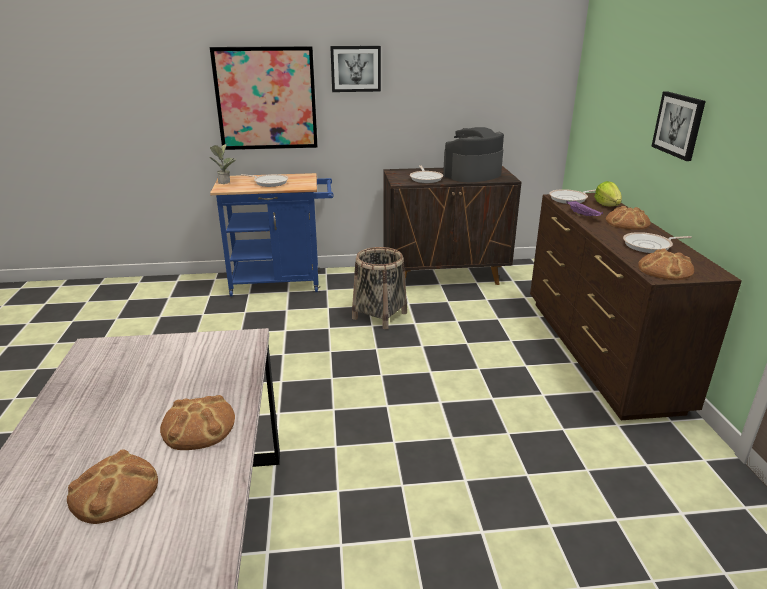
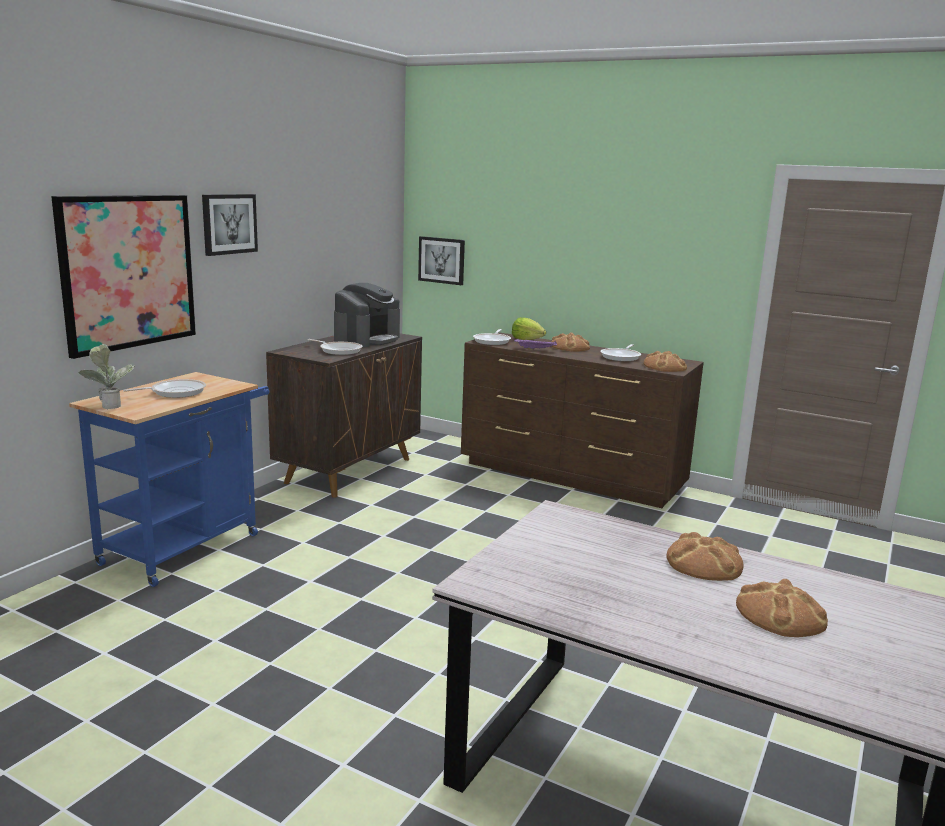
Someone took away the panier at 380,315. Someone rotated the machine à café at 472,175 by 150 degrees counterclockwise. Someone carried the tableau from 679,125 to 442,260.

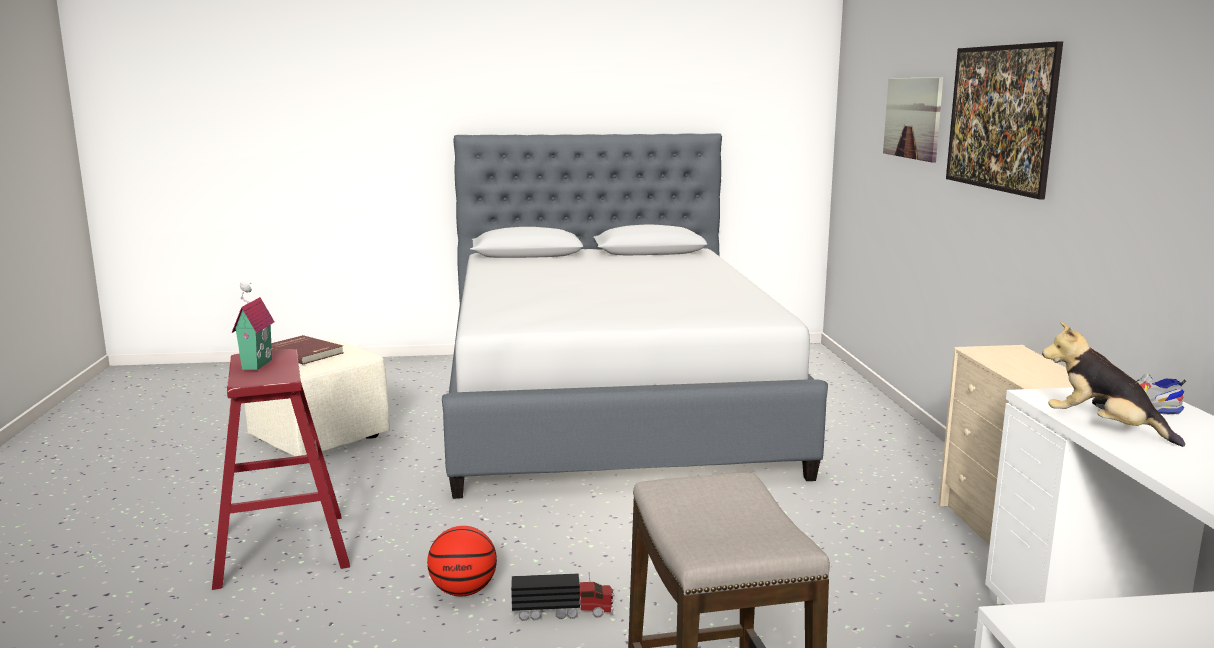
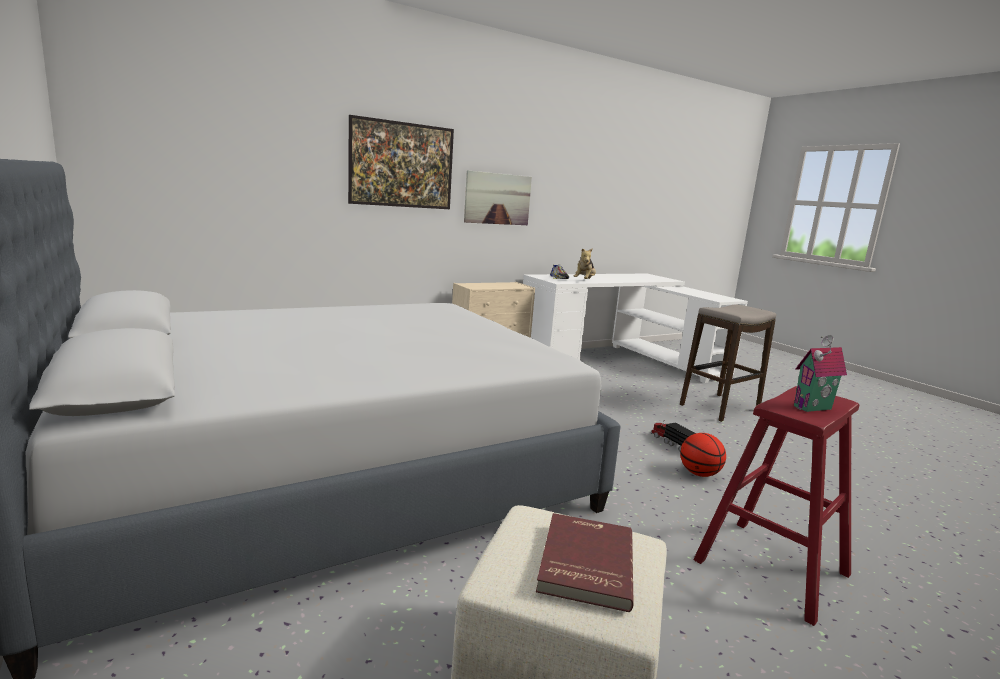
Someone carried the tableau from 912,118 to 497,199.

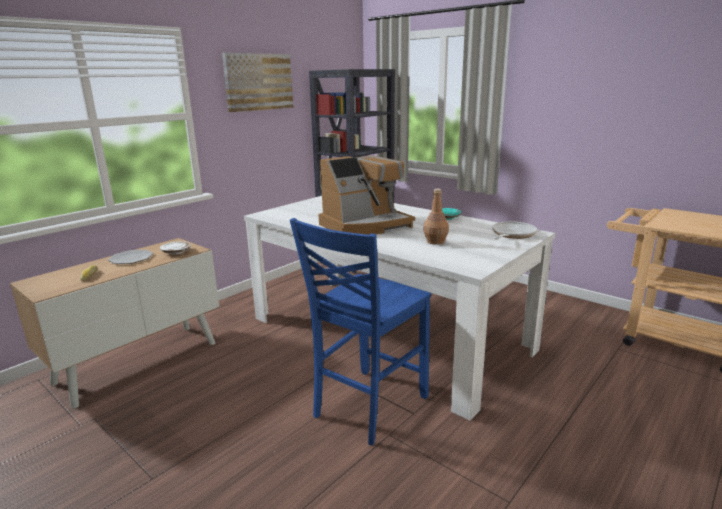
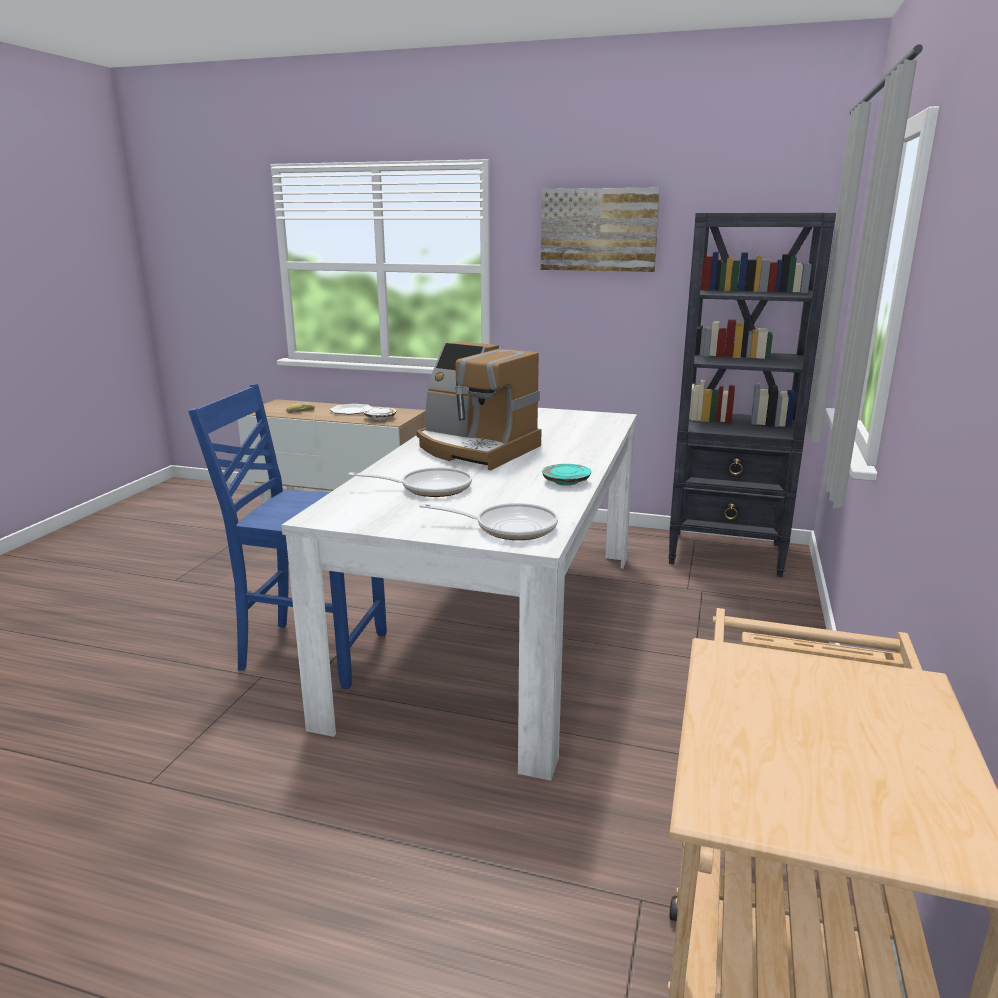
Someone swapped the bouteille (marron) at 435,241 for the poêle at 429,488.

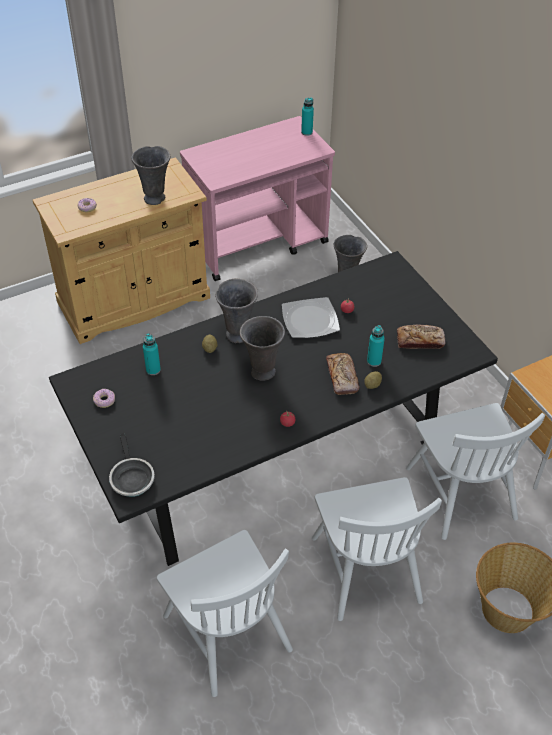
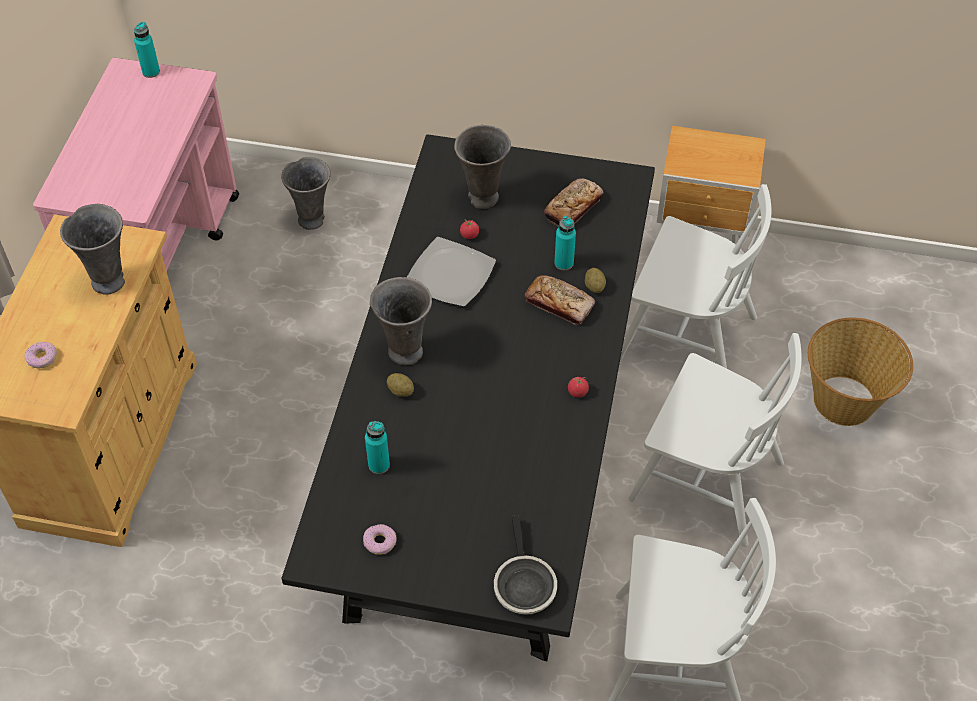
Someone rotated the poêle at 131,478 by 60 degrees clockwise. Someone carried the vase (gris) from 262,372 to 482,198.

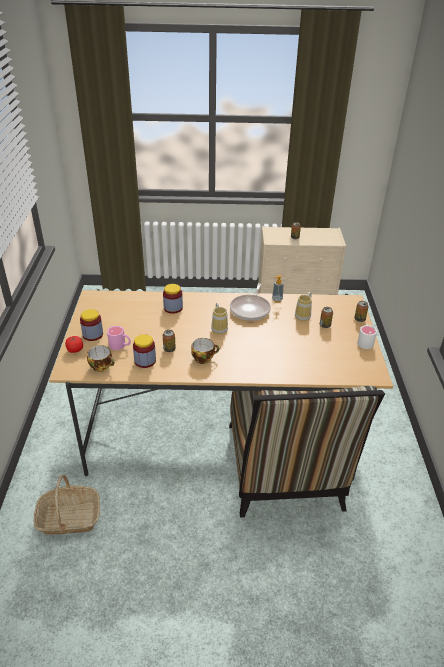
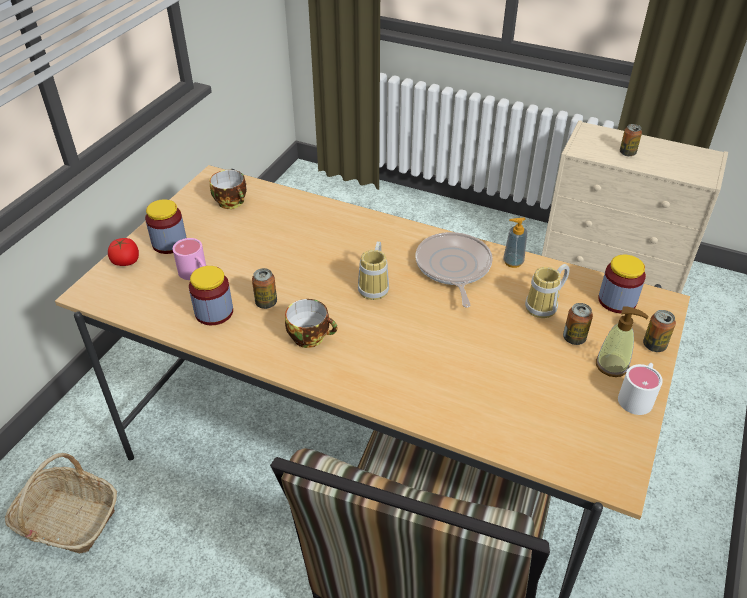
Someone carried the tasse from 102,366 to 232,202. Someone carried the bocal from 173,308 to 617,301. Someone rotated the poêle at 251,309 by 135 degrees clockwise. Someone put down the distributeur de savon at 612,365.

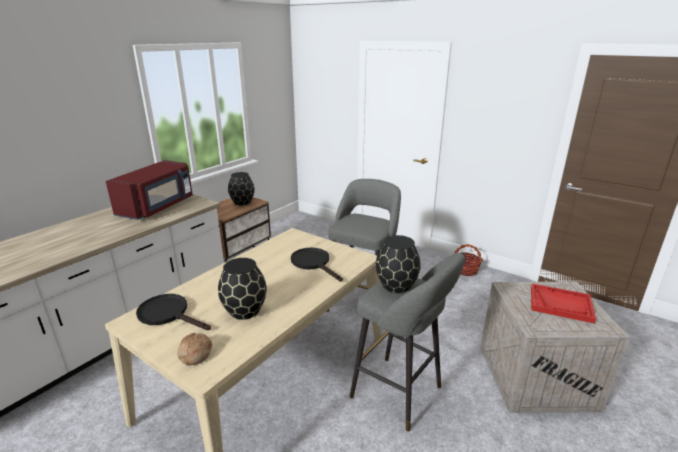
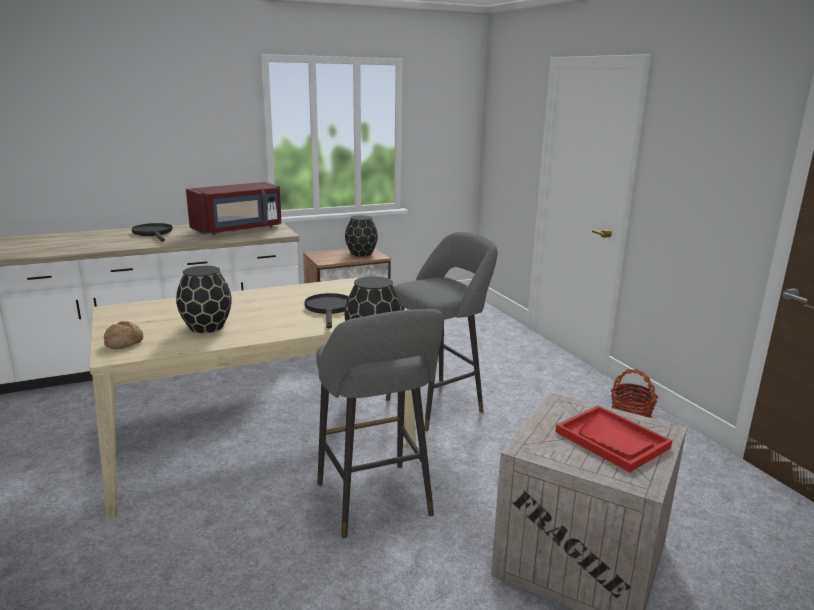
Someone carried the poêle (noir) from 168,314 to 154,233.

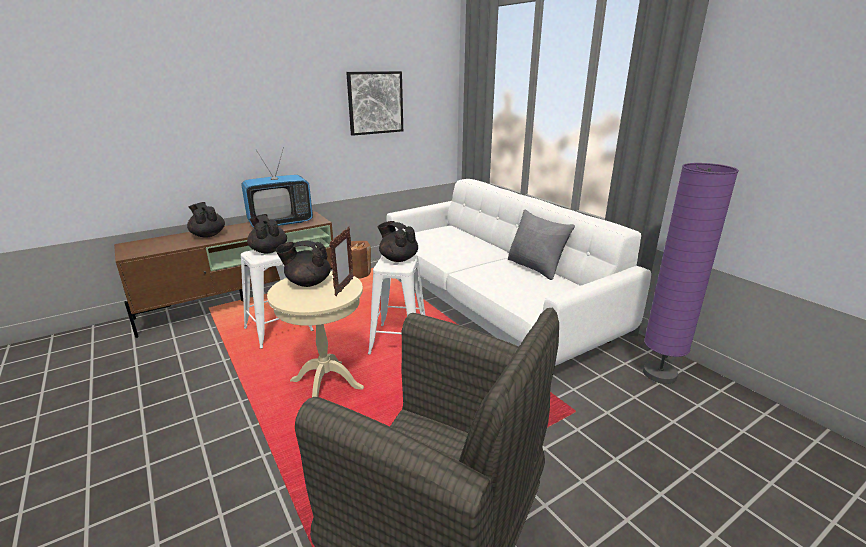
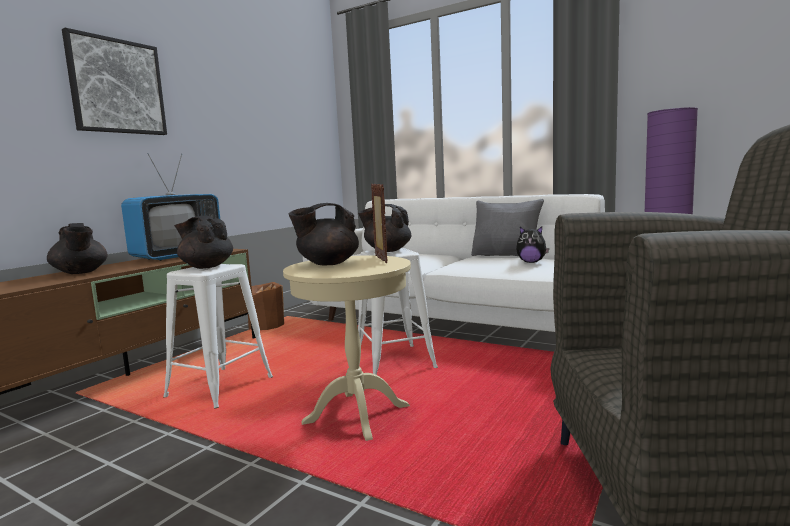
Someone rotated the théière (noir) at 208,235 by 150 degrees counterclockwise. Someone carried the tableau from 375,103 to 117,86. Someone put down the peluche at 531,262.

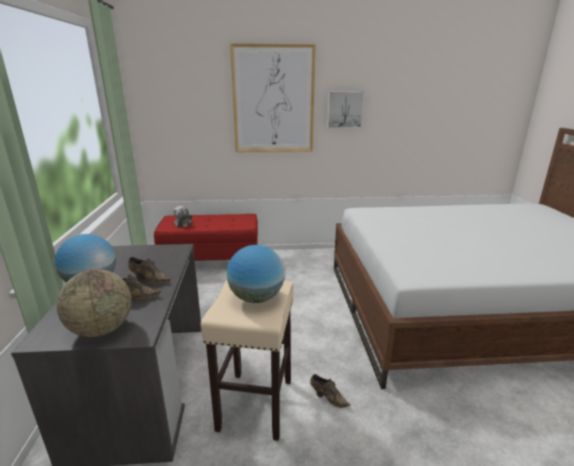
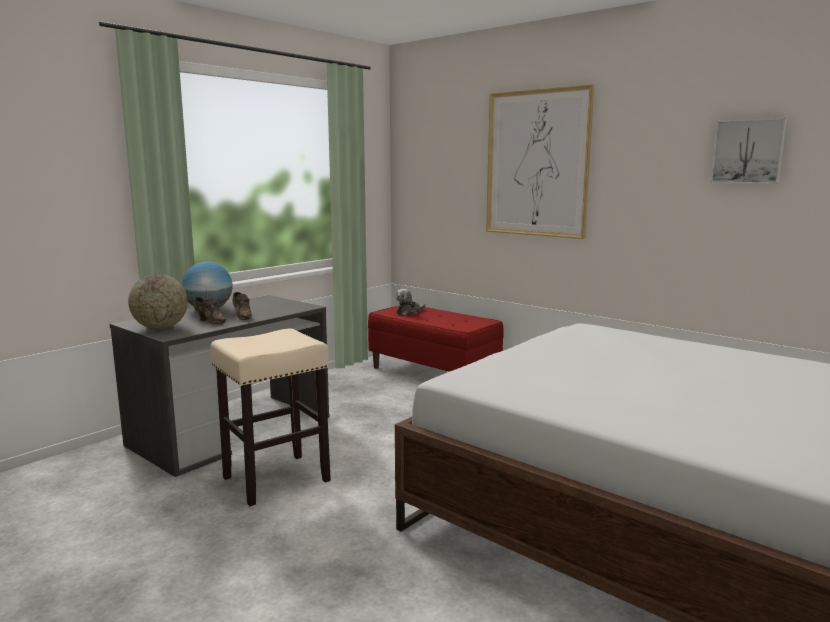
Someone took away the globe at 256,298. Someone took away the chaussure (marron) at 328,397. Someone carried the tableau from 344,110 to 748,151.

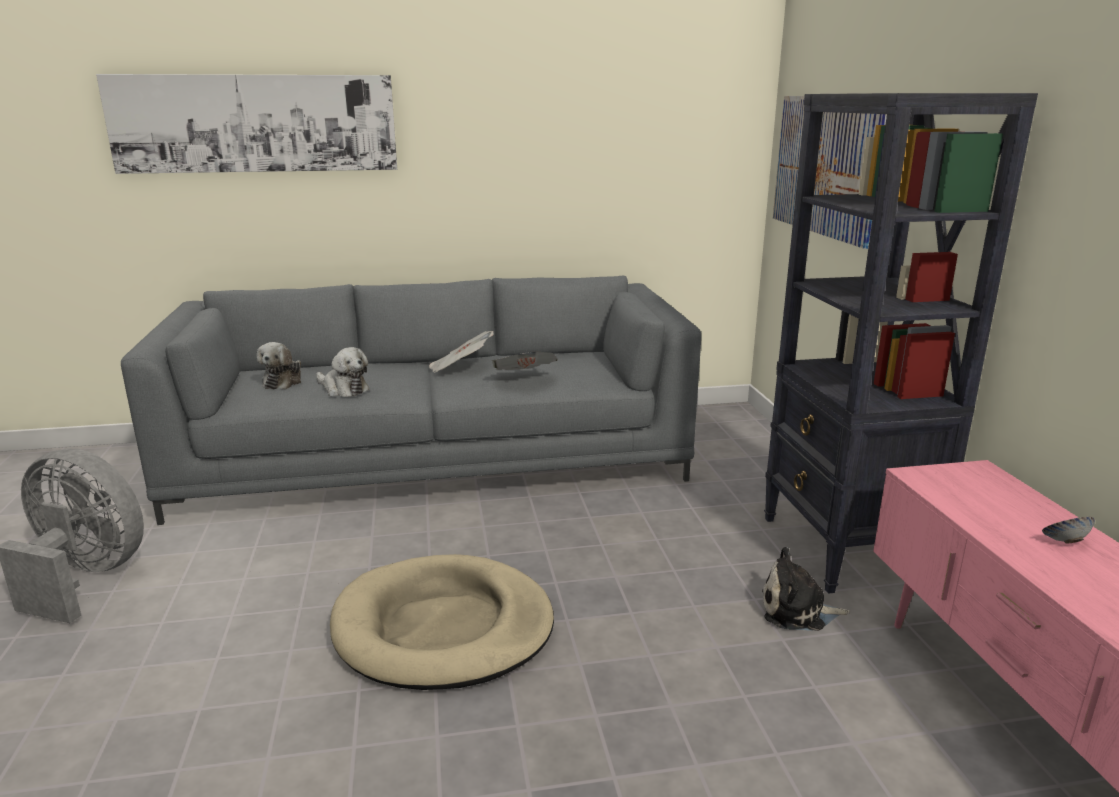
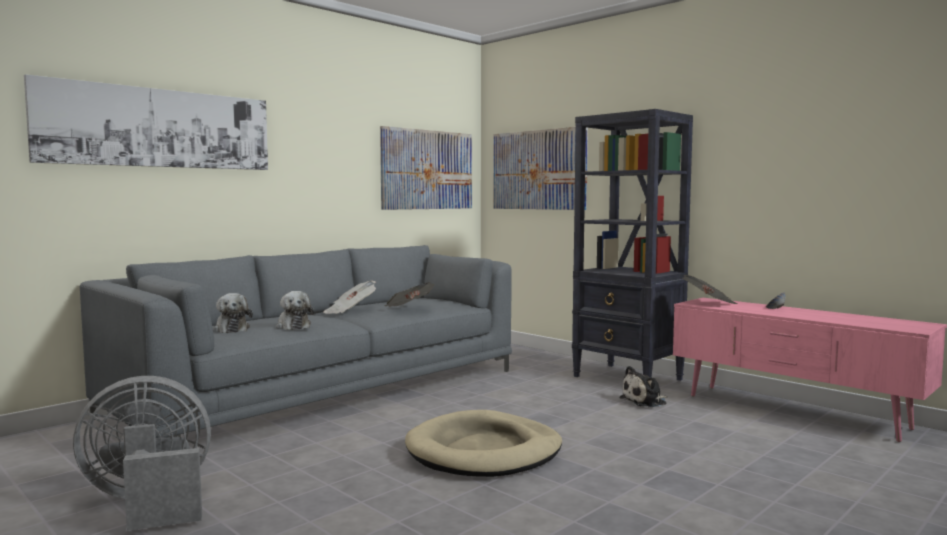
Someone rotated the peluche at 343,389 by 60 degrees clockwise. Someone put up the tableau at 427,170. Someone put down the journal at 709,304.

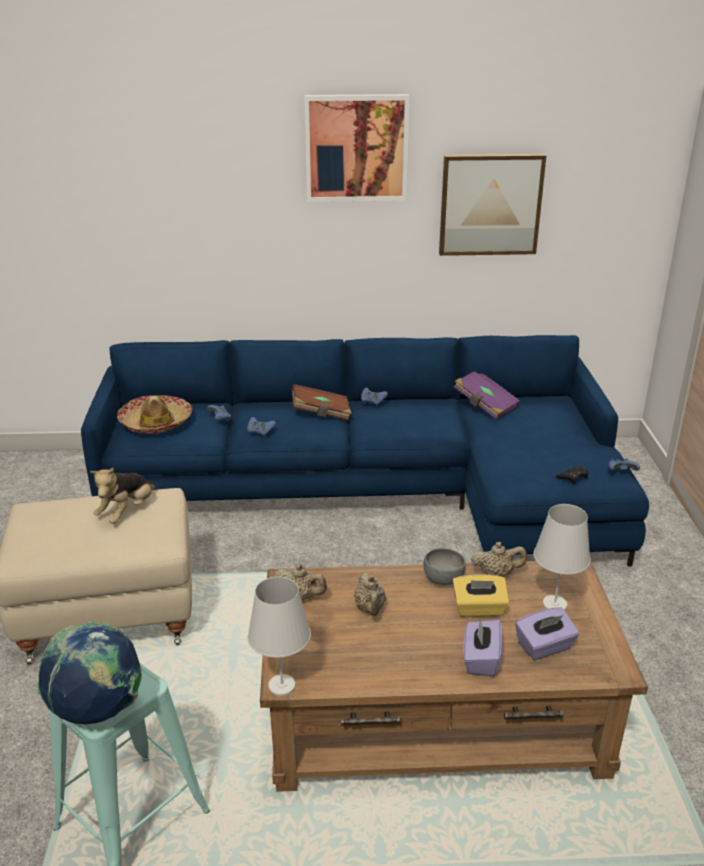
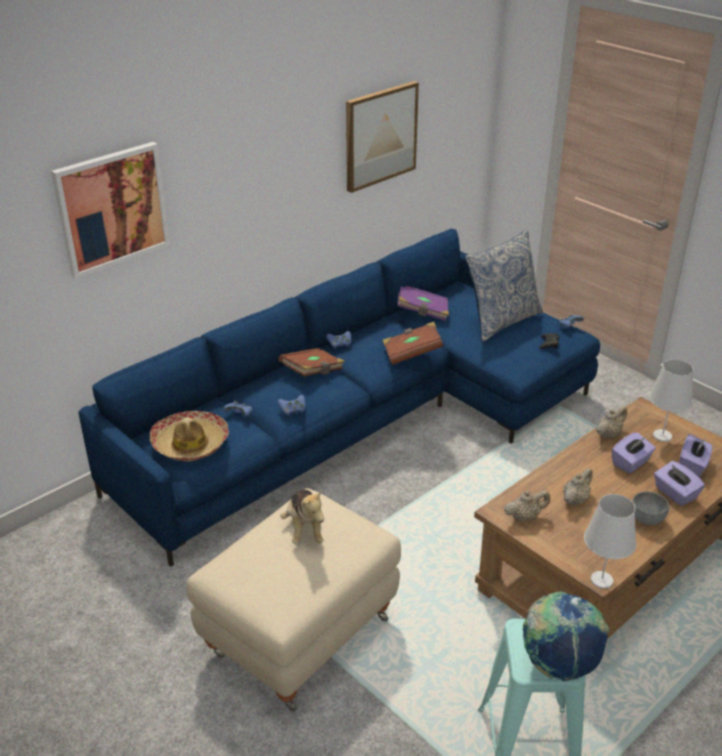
Someone carried the tableau from 356,148 to 112,208. Someone rotated the théière (beige) at 370,609 by 90 degrees counterclockwise. Someone carried the bol (gris) from 443,579 to 646,519. Someone repainted the boîte à mouchoirs (jaune) at 479,609, which became the boîte à mouchoirs (violet) at 631,463. Someone put down the livre (marron) at 412,353. Someone put down the coussin at 501,321.

